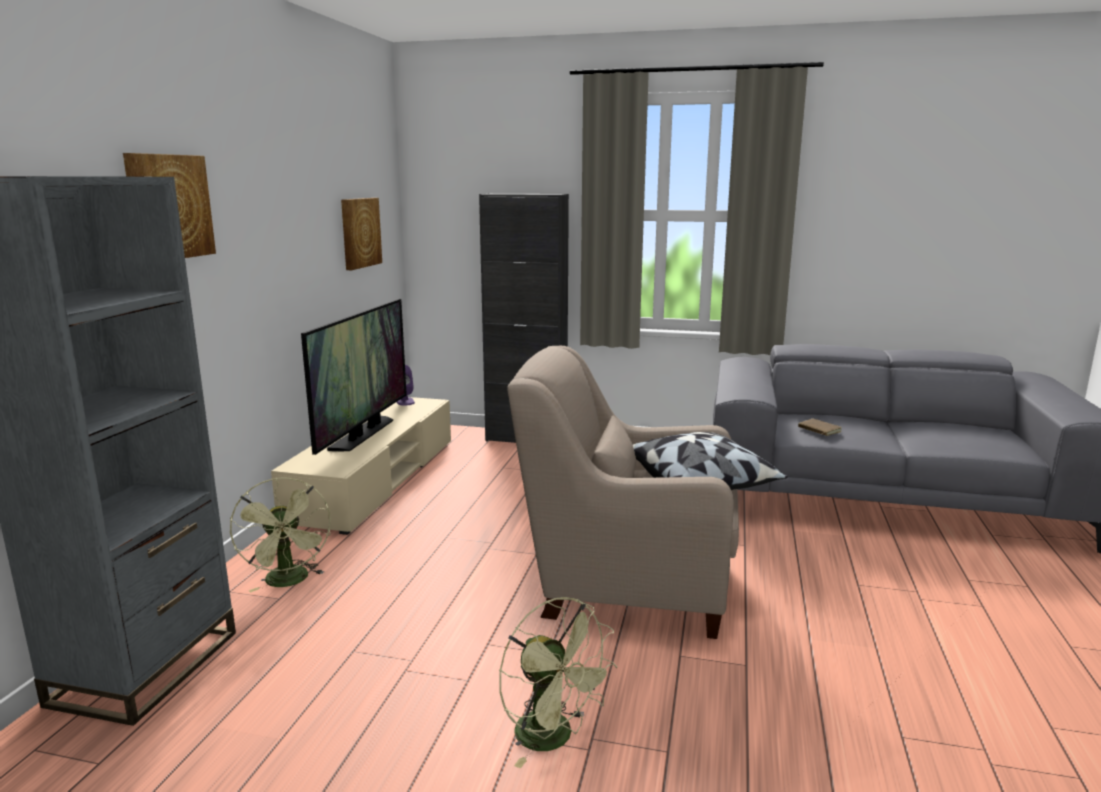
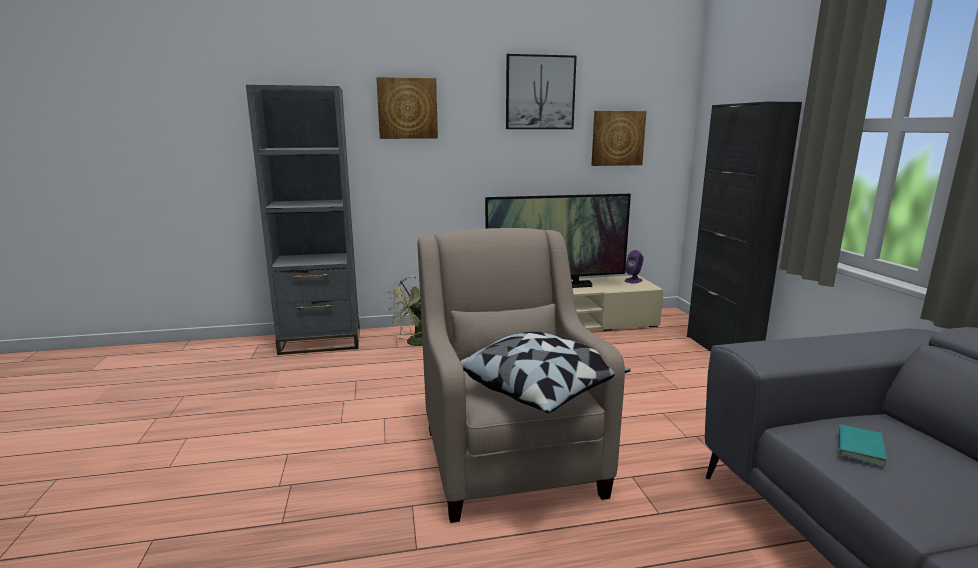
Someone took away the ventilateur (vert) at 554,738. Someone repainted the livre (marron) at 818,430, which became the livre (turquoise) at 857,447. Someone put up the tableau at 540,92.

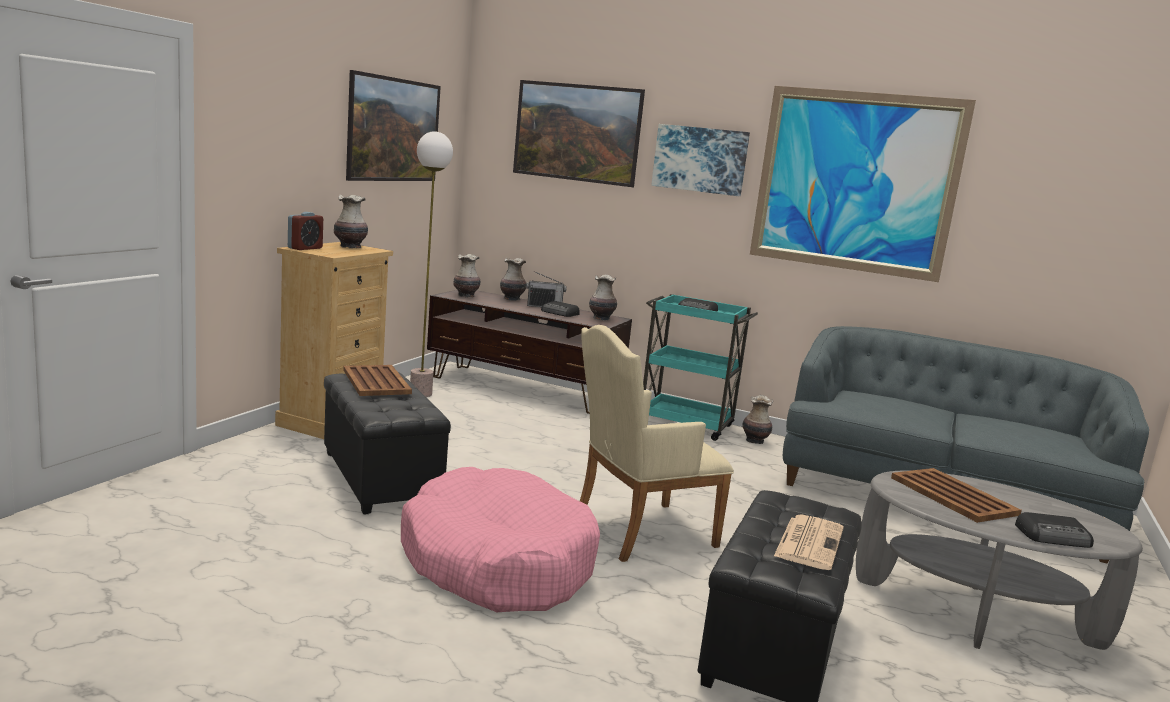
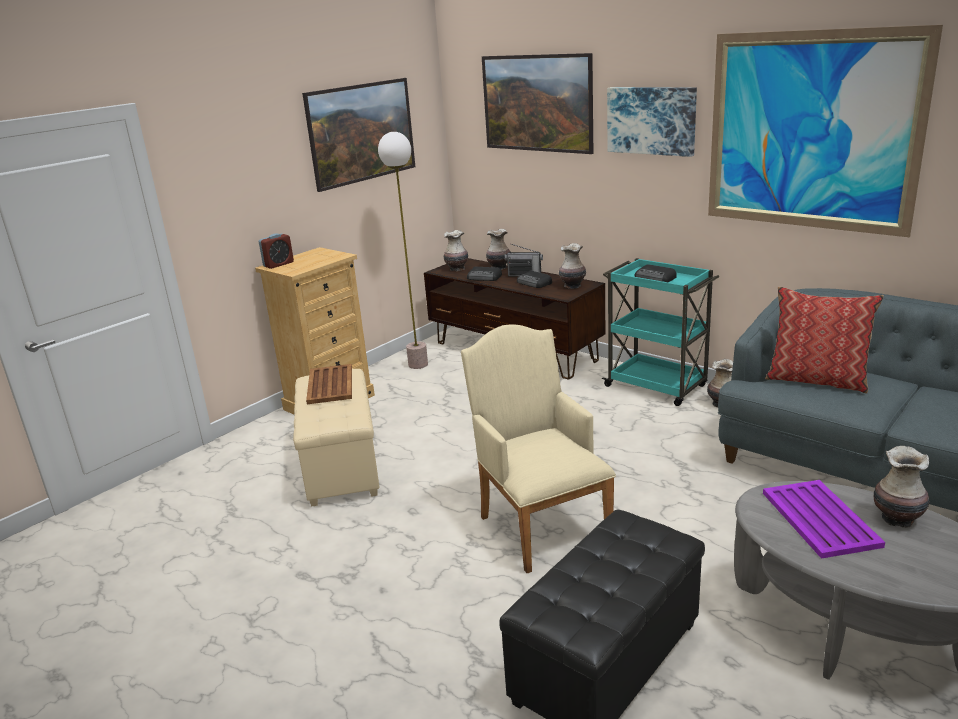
Someone repainted the pouf (noir) at 378,479, which became the pouf (beige) at 340,466. Someone carried the vase from 350,247 to 898,519. Someone took away the panier pour chien (rose) at 497,562. Someone rotated the fauteuil (beige) at 636,531 by 75 degrees clockwise. Someone took away the journal at 809,542. Someone repainted the plateau (marron) at 953,496, which became the plateau (violet) at 820,519. Someone carried the radio from 1054,537 to 484,277. Someone put down the coussin at 817,380.

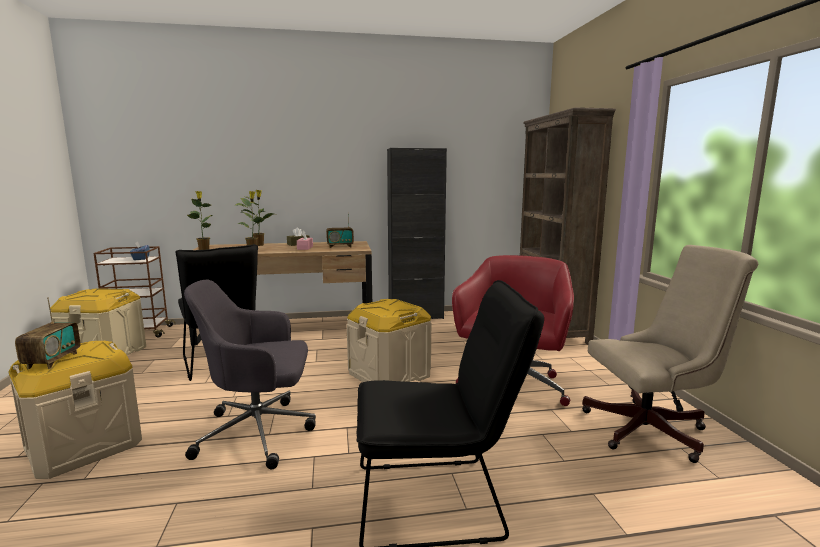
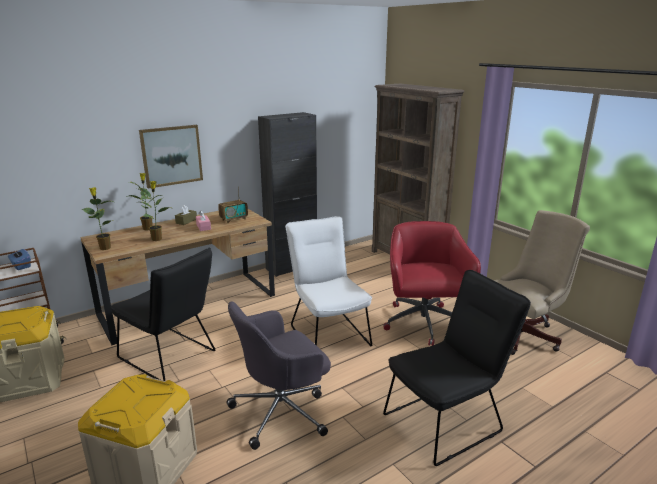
Someone took away the radio at 52,361. Someone swapped the boîte de rangement (beige) at 389,374 for the chaise (blanc) at 327,332. Someone put up the tableau at 171,155.

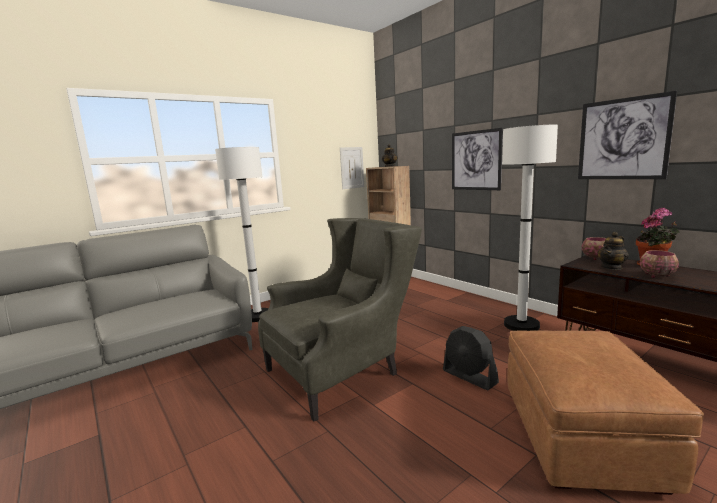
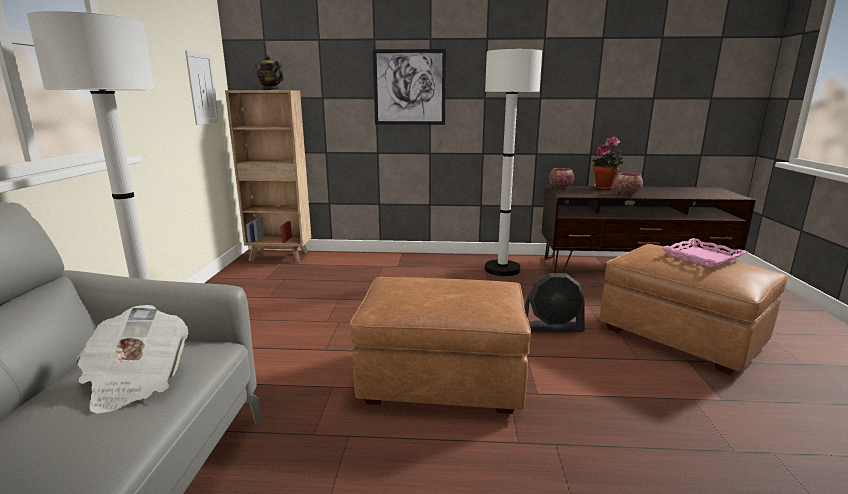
Someone swapped the fauteuil (gris) at 343,370 for the pouf (marron) at 442,379. Someone took away the tableau at 622,139. Someone took away the théière at 612,267. Someone put down the journal at 136,380. Someone put down the plateau (rose) at 701,257.

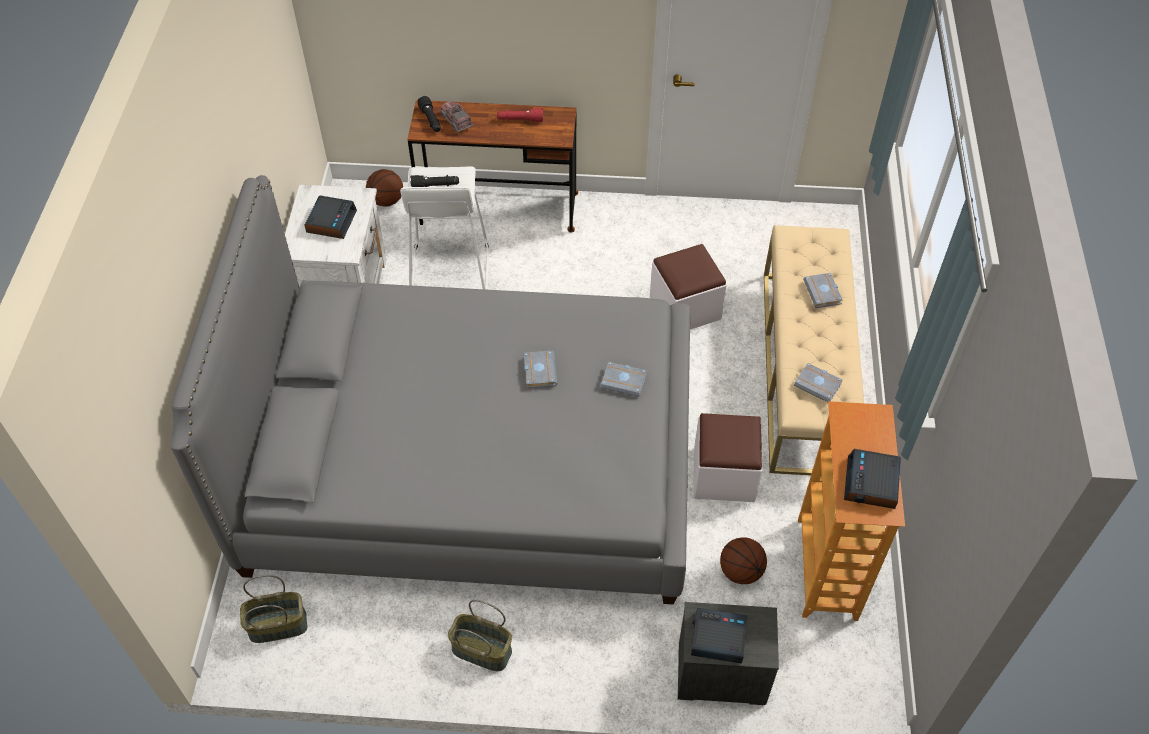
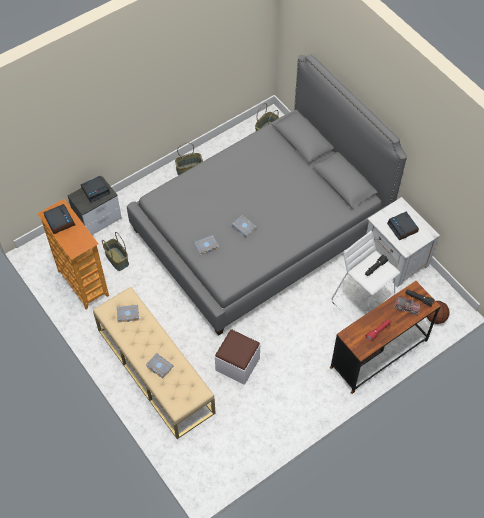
Someone took away the pouf (blanc) at 724,474. Someone swapped the ballon de basket at 740,571 for the panier at 117,259.

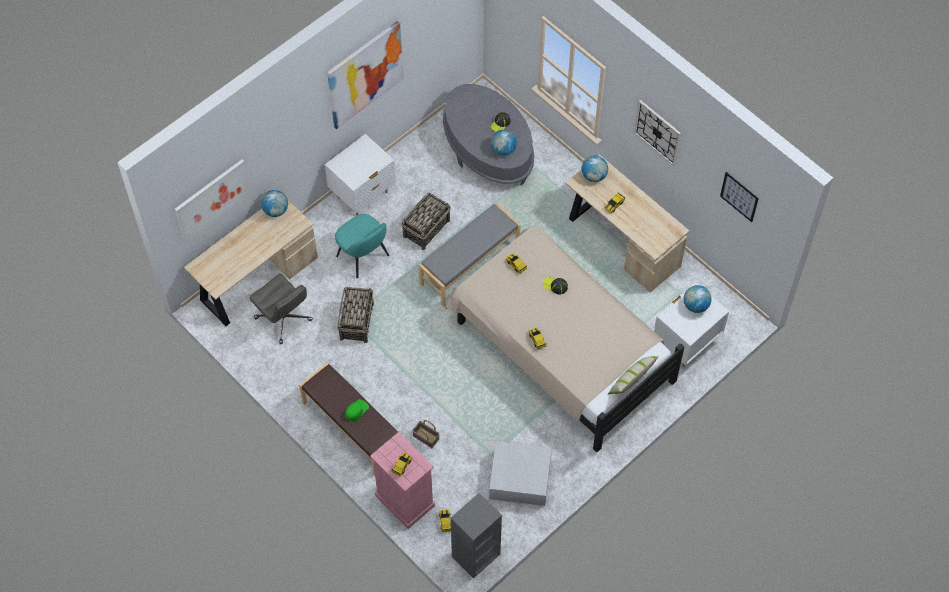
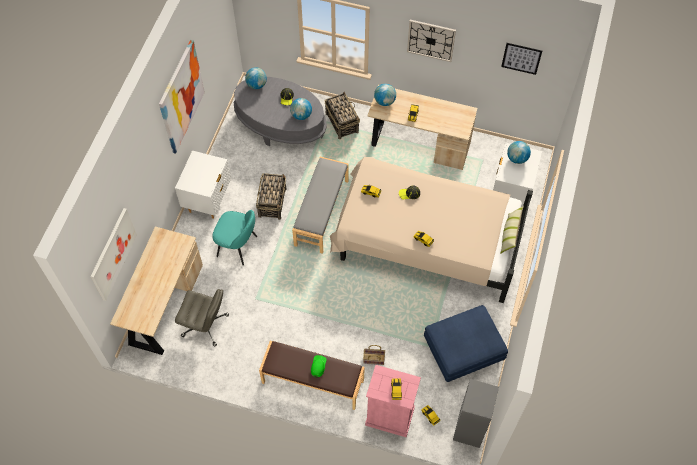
Someone carried the globe from 275,210 to 256,85. Someone carried the panier from 357,321 to 341,122. Someone swapped the boîte de rangement (blanc) at 520,478 for the pouf (bleu) at 462,352.

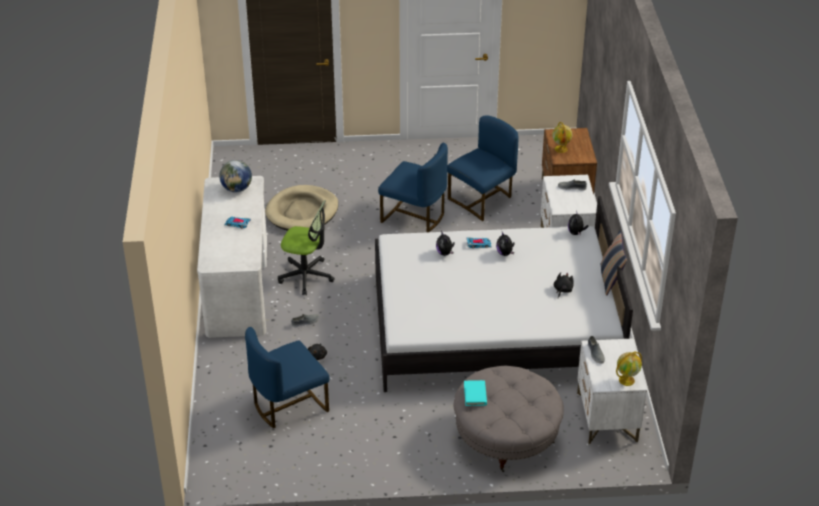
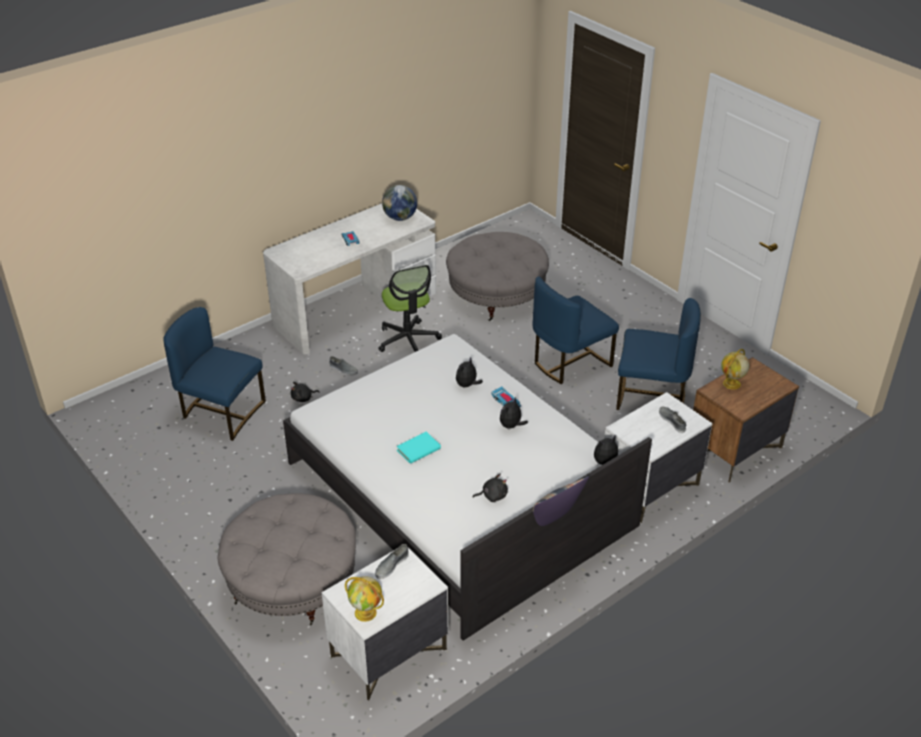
Someone swapped the panier pour chien (beige) at 302,212 for the pouf (gris) at 496,295. Someone rotated the chaise (bleu) at 414,216 by 60 degrees clockwise. Someone carried the livre (turquoise) from 475,394 to 418,450.

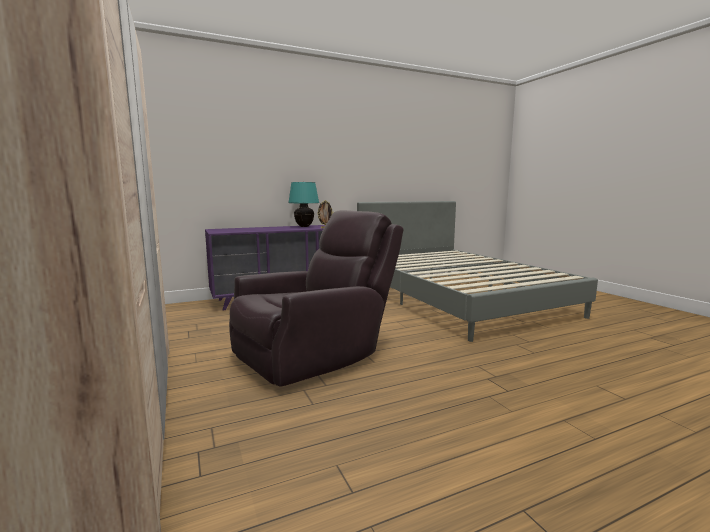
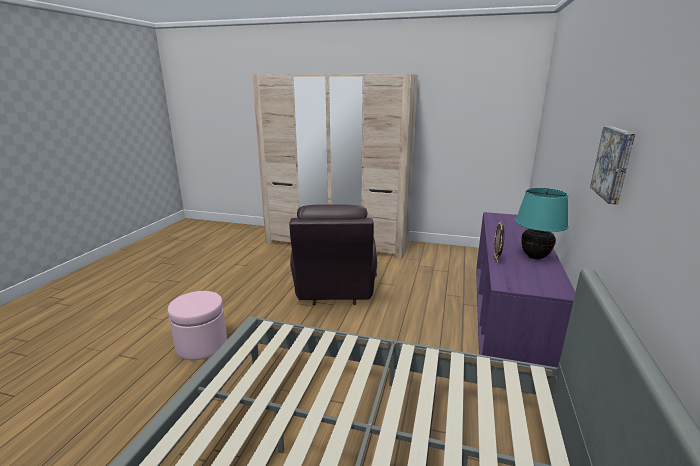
Someone put down the pouf (rose) at 201,345. Someone put up the tableau at 614,163.

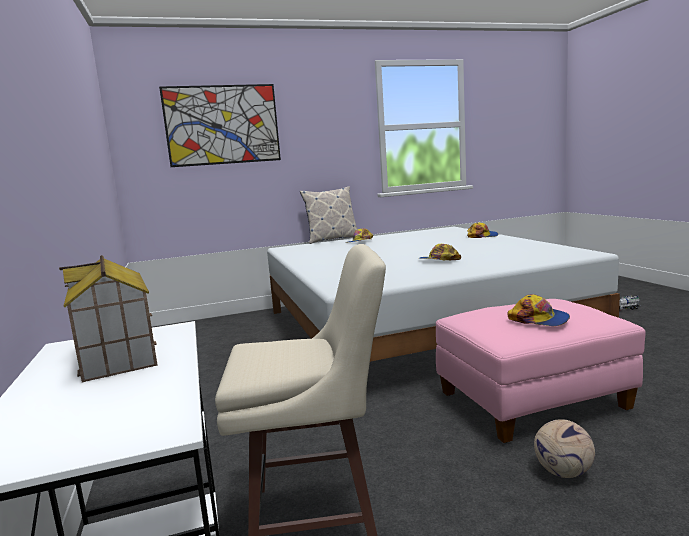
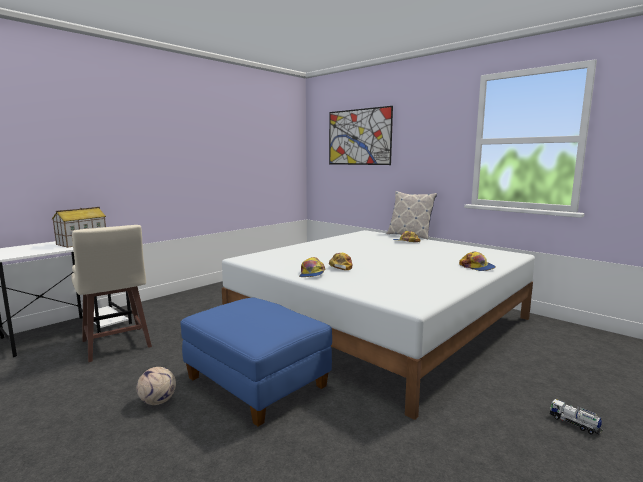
Someone repainted the pouf (rose) at 532,401, which became the pouf (bleu) at 257,383. Someone carried the casquette from 539,319 to 312,274.

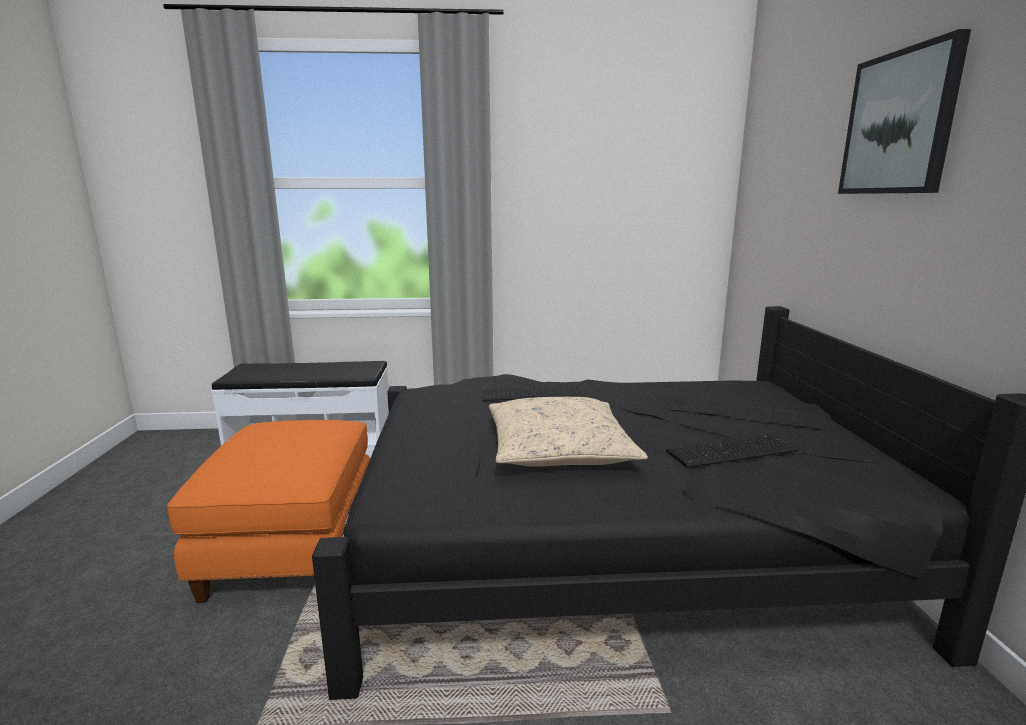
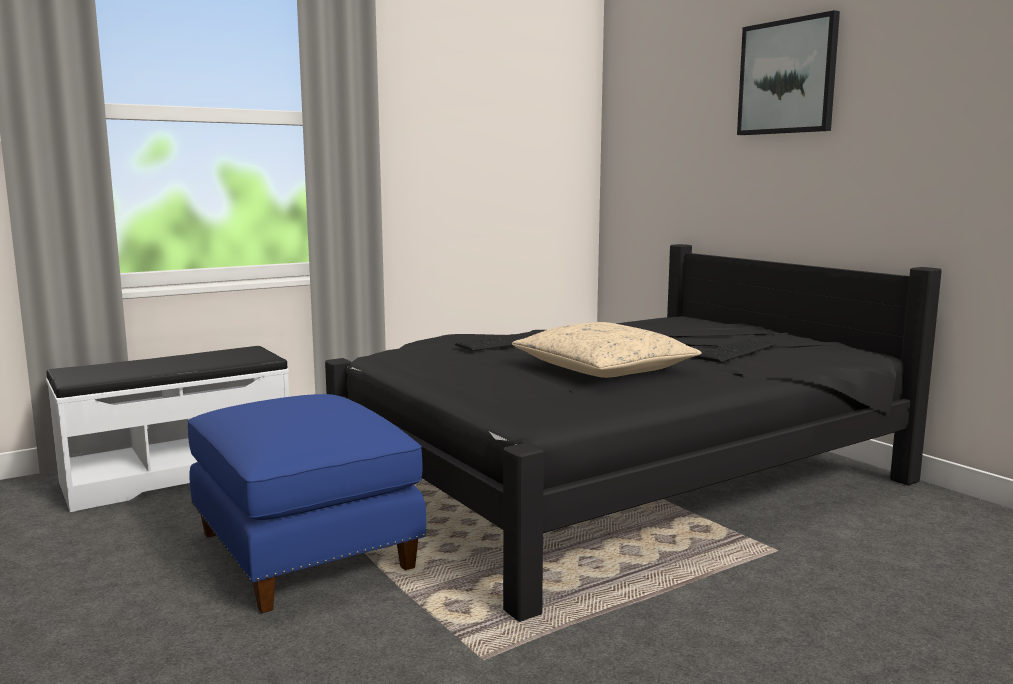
Someone repainted the pouf (orange) at 294,548, which became the pouf (bleu) at 307,550.

